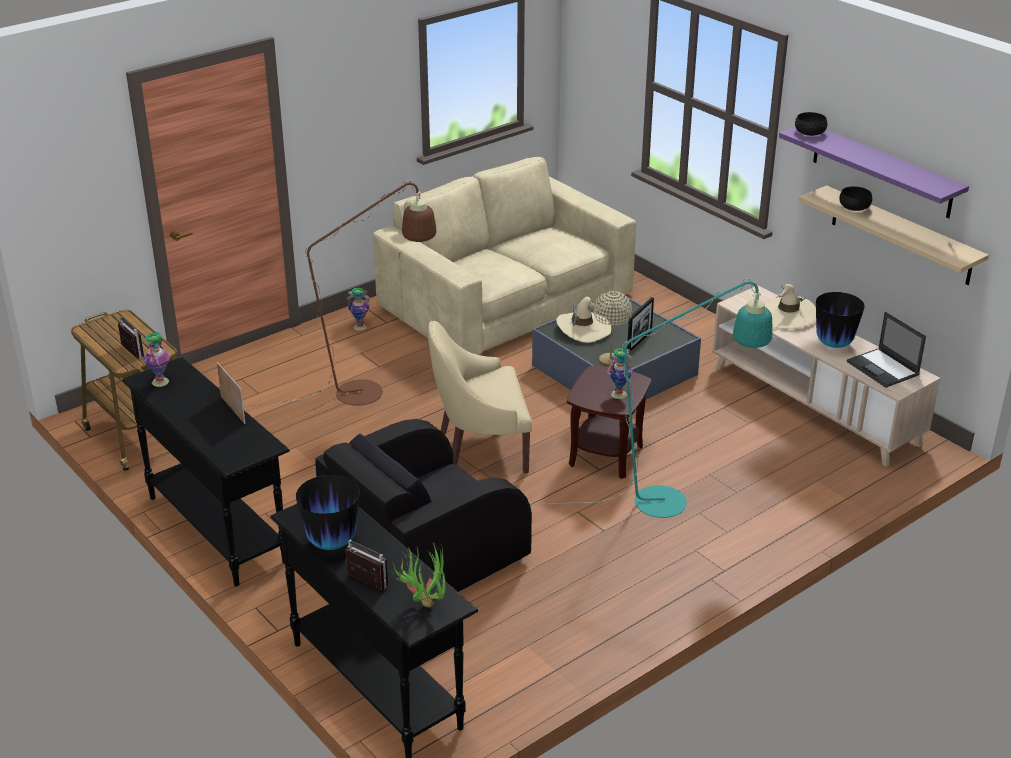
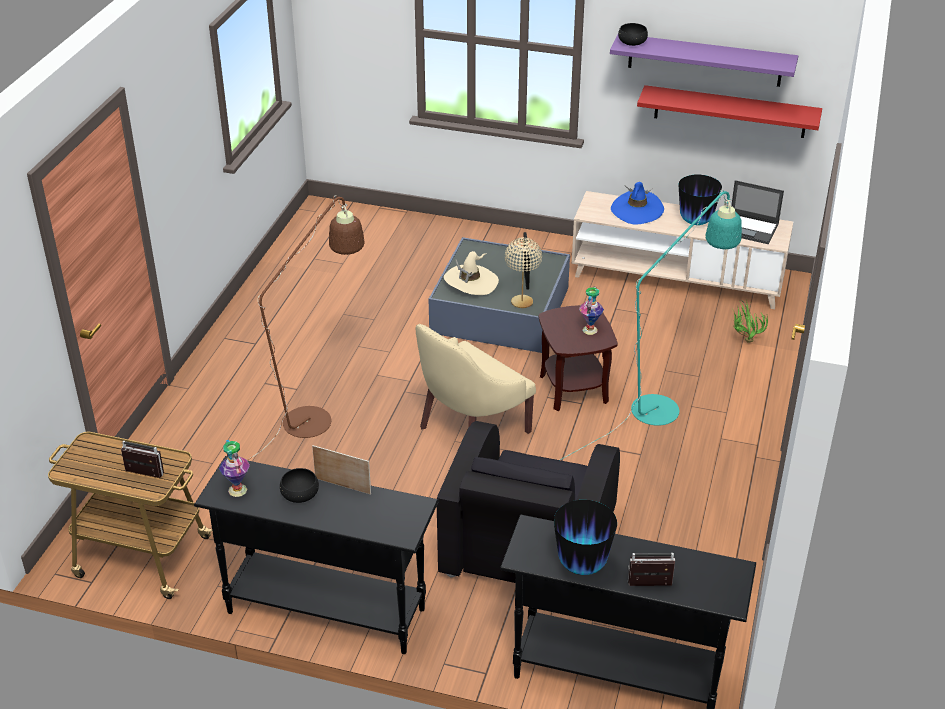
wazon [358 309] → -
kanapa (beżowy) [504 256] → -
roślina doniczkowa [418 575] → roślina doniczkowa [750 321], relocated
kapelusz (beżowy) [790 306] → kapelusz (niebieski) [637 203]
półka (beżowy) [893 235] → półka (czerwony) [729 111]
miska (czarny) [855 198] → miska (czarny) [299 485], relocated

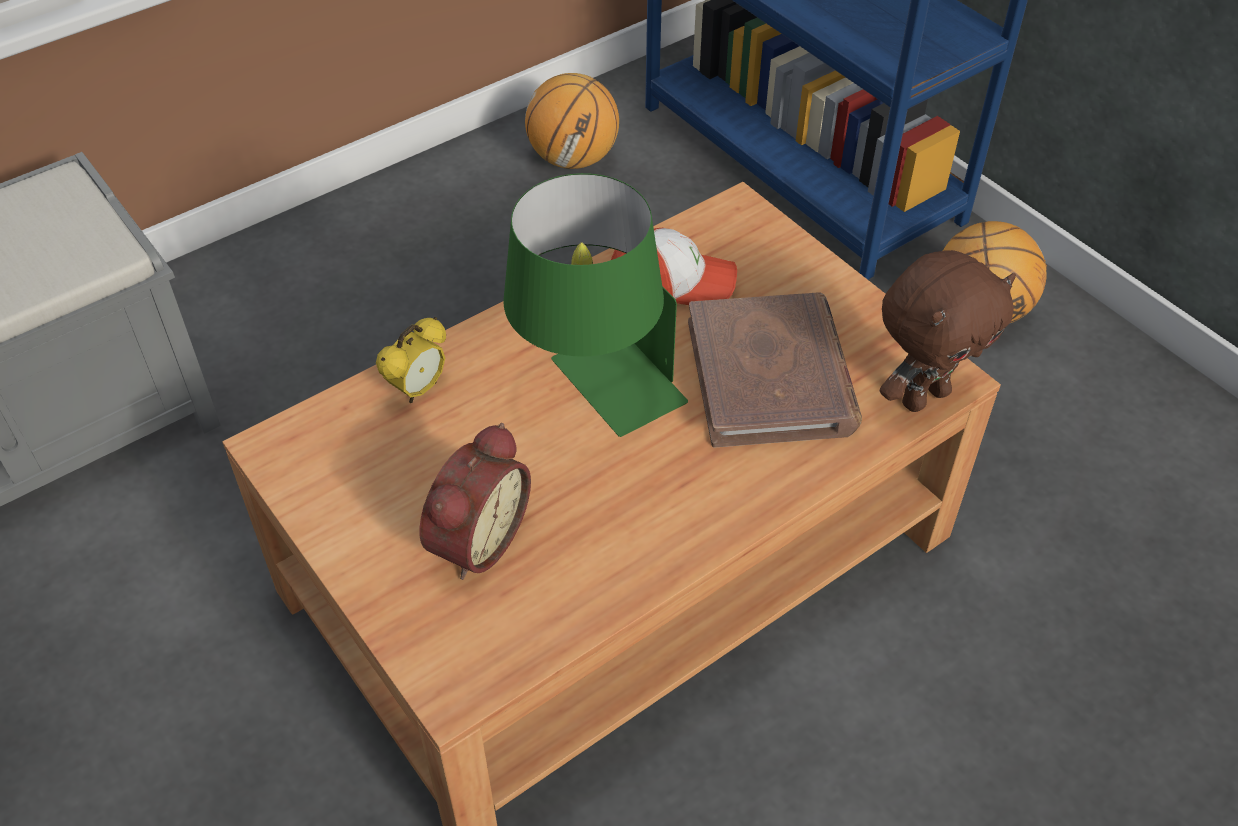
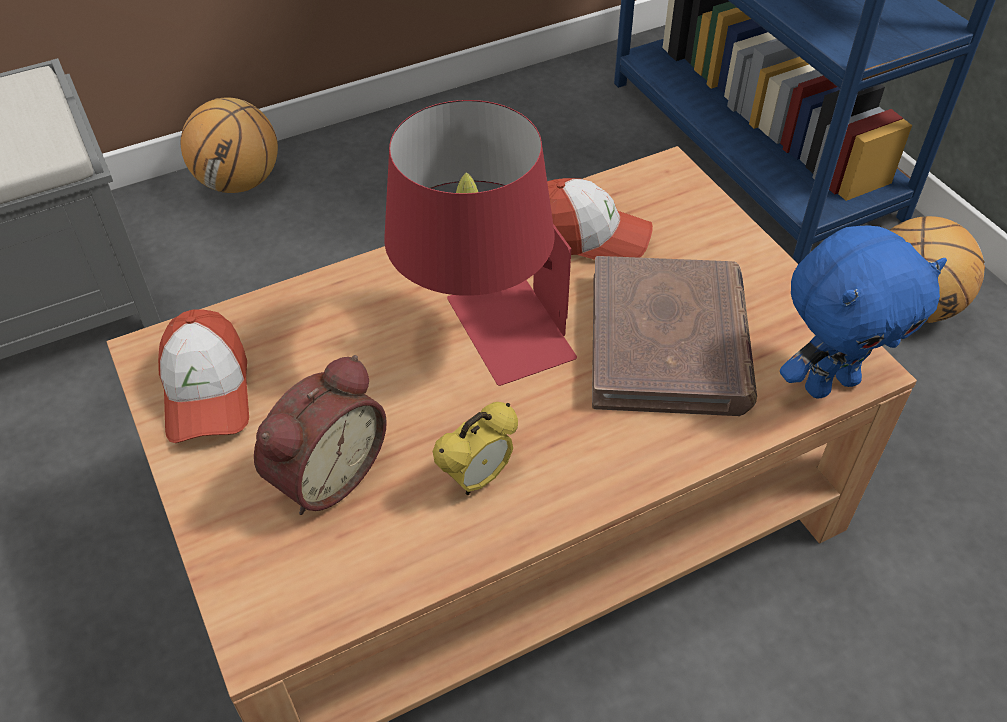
budzik [411 360] → budzik [475 448], relocated
lampa stołowa (zielony) [596 305] → lampa stołowa (czerwony) [480 243]
piłka do koszykówki [572 121] → piłka do koszykówki [229 145], relocated
pluszak (brązowy) [948 331] → pluszak (niebieski) [863 312]
- → czapka z daszkiem [203 376]

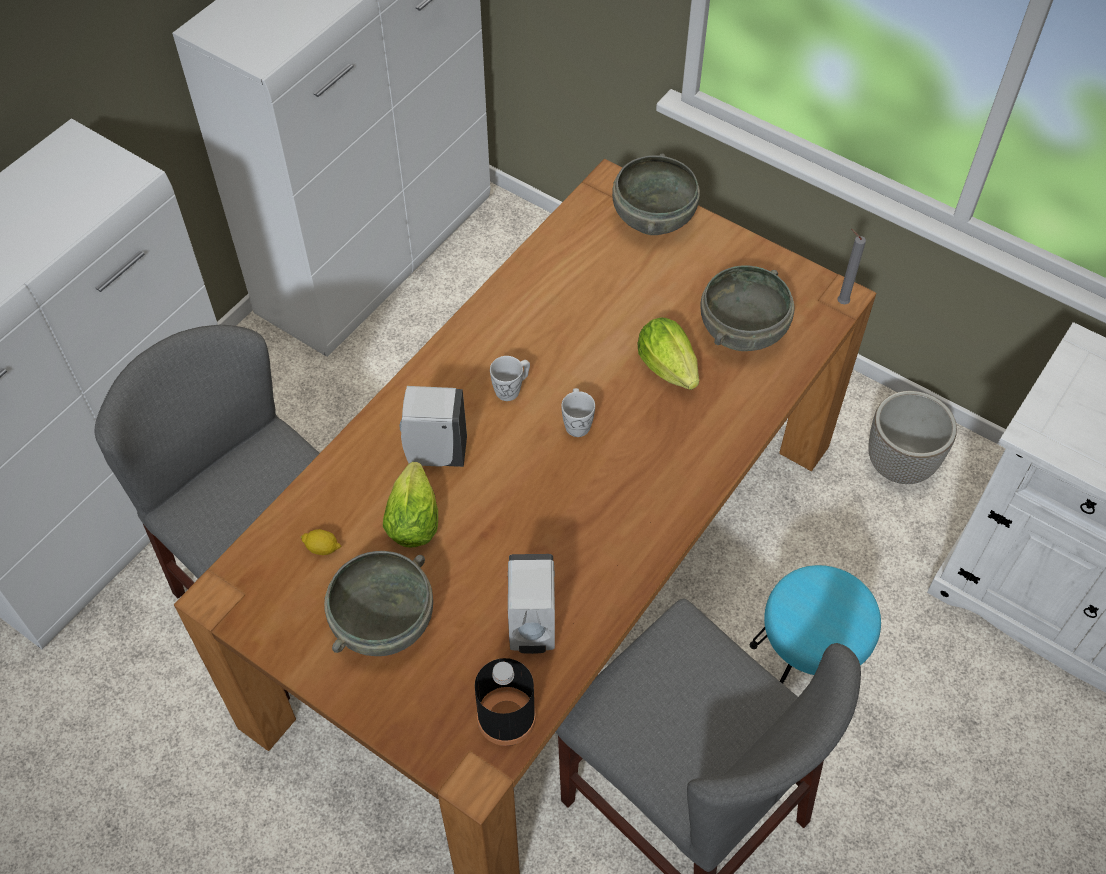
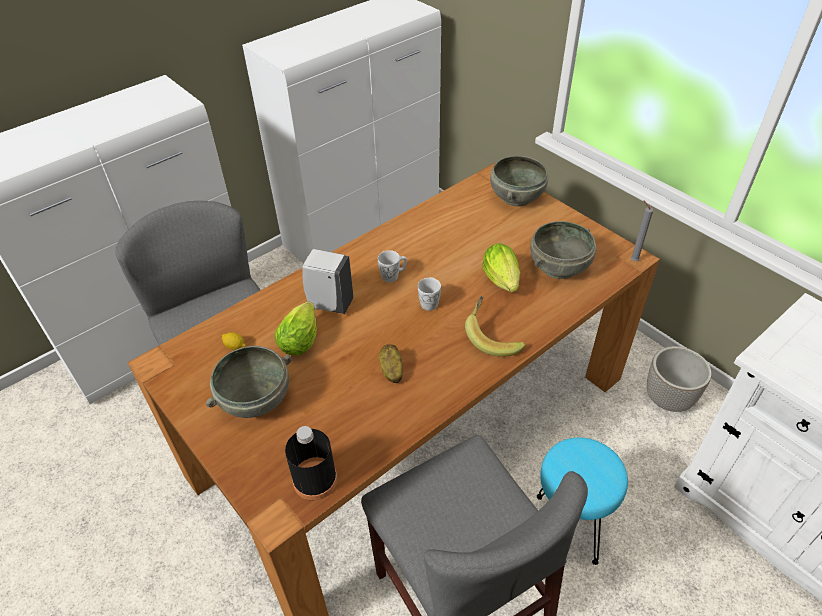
dozownik mydła (biały) [531 604] → -
- → ziemniak [391 363]
- → banan [495 326]

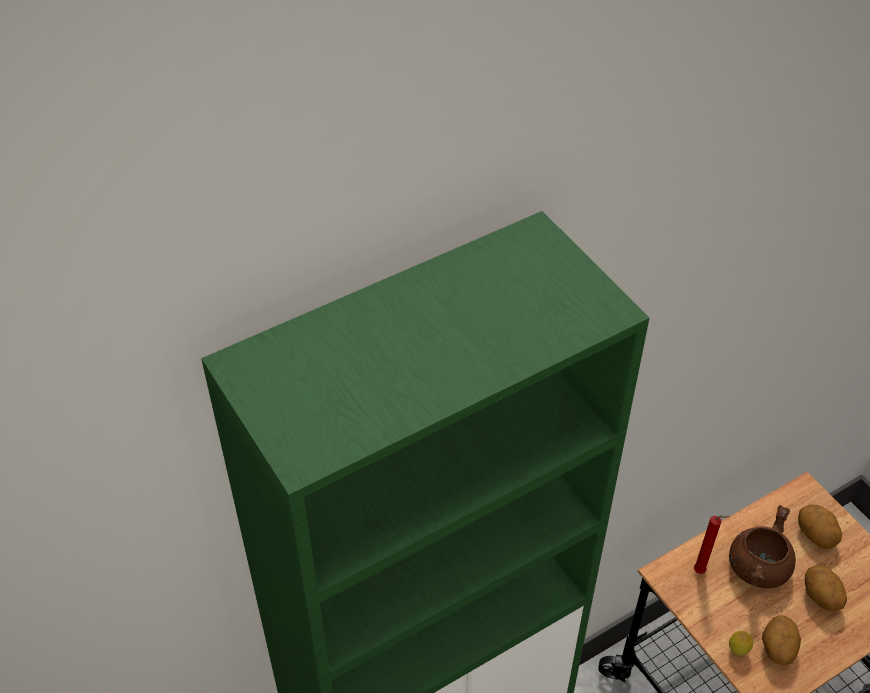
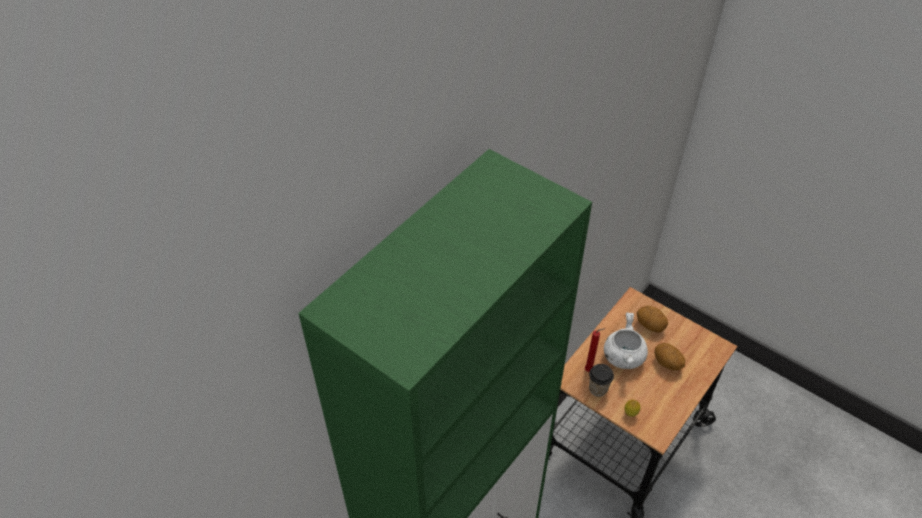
garnek (brązowy) [762 546] → garnek (biały) [626 340]
ziemniak [781 640] → -
- → filiżanka [601 380]

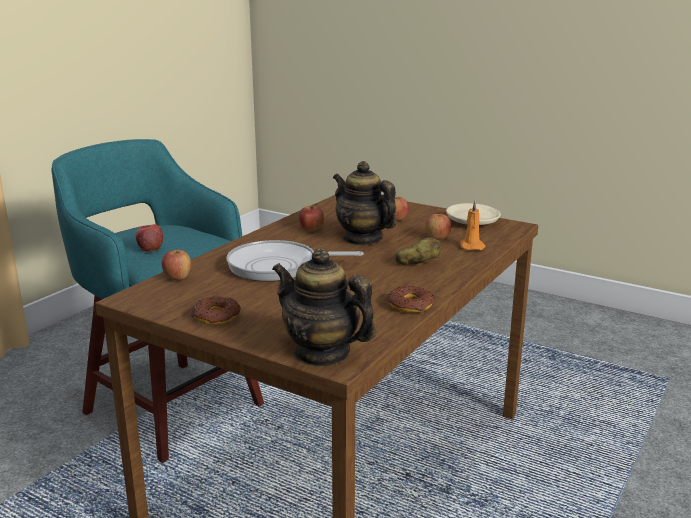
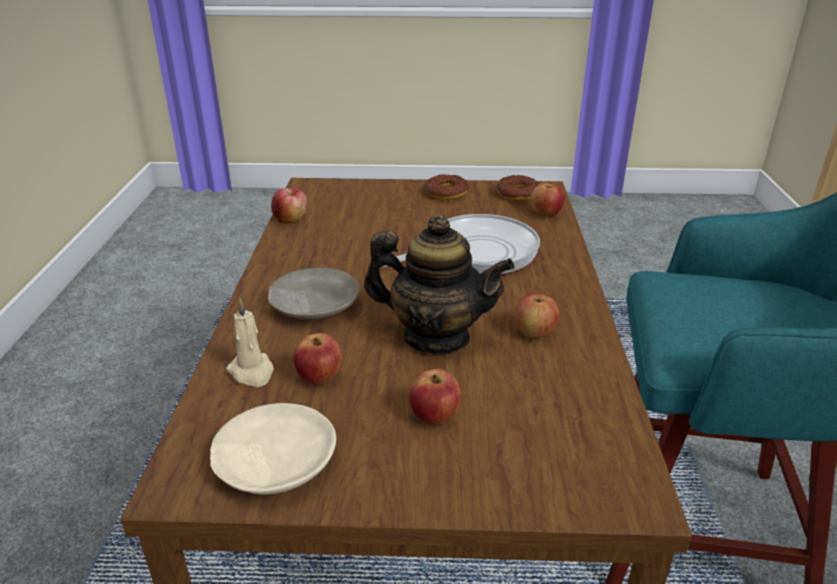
jabłko [149 238] → jabłko [289 205], relocated
imbryk [324 307] → -
donut [410 299] → donut [518 188], relocated
ziemniak [418 251] → talerz (beżowy) [314 294]
świeca (pomarańczowy) [473 225] → świeca (beżowy) [250 343]

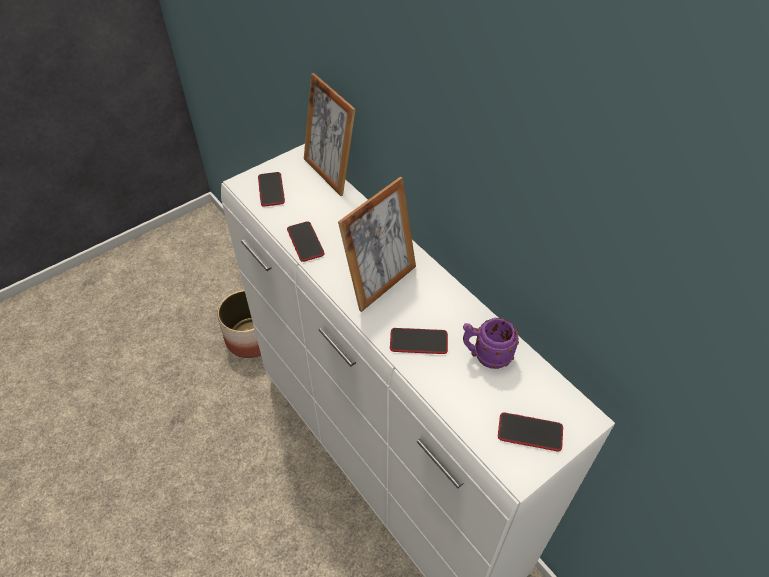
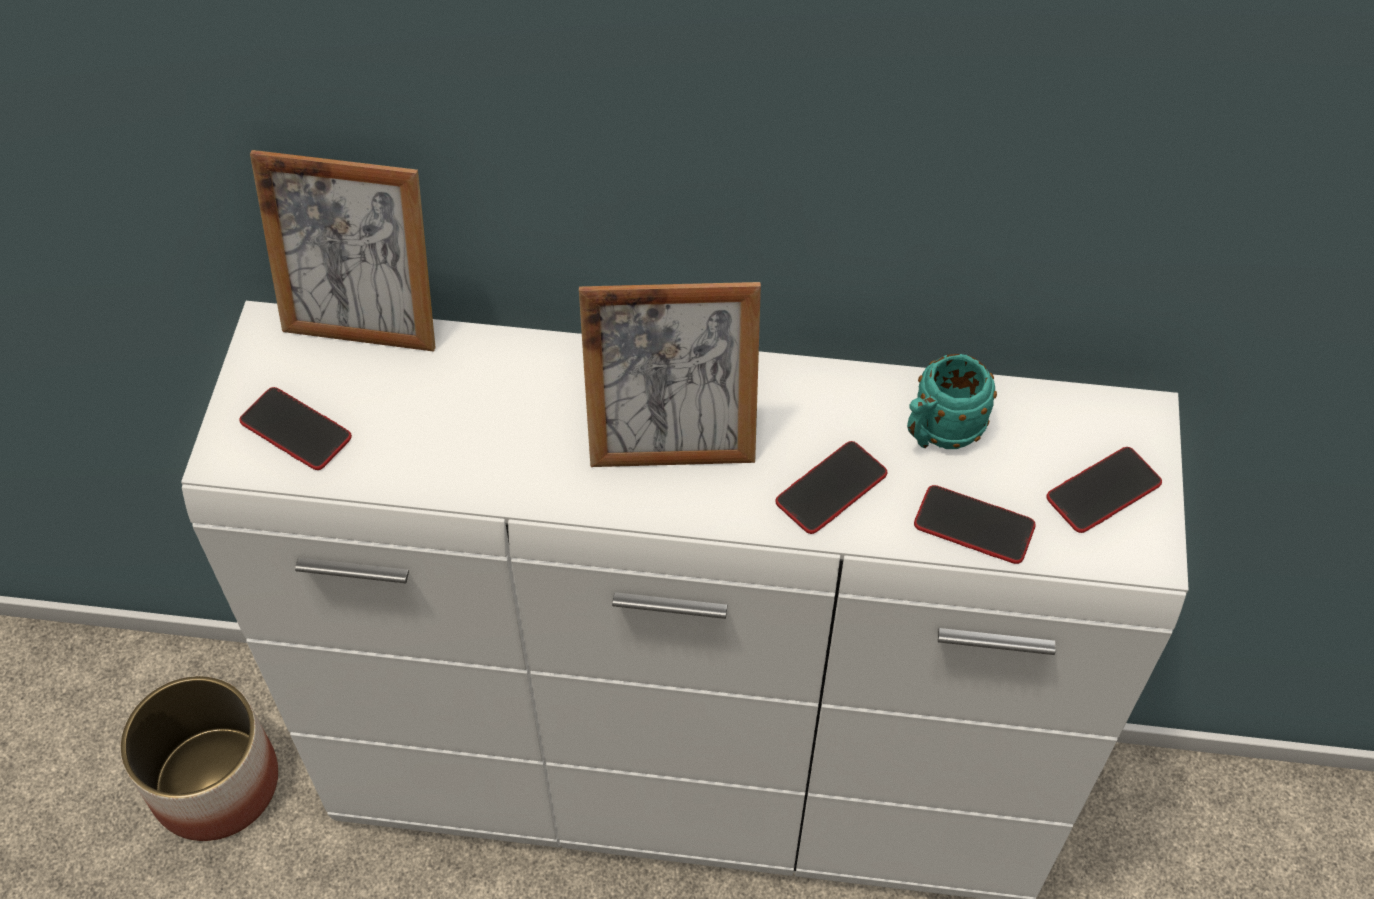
telefon [306 241] → telefon [975 524], relocated
ramka na zdjęcie [377 244] → ramka na zdjęcie [670 374], 90 degrees clockwise
kubek (fioletowy) [491 343] → kubek (turkusowy) [952 401]

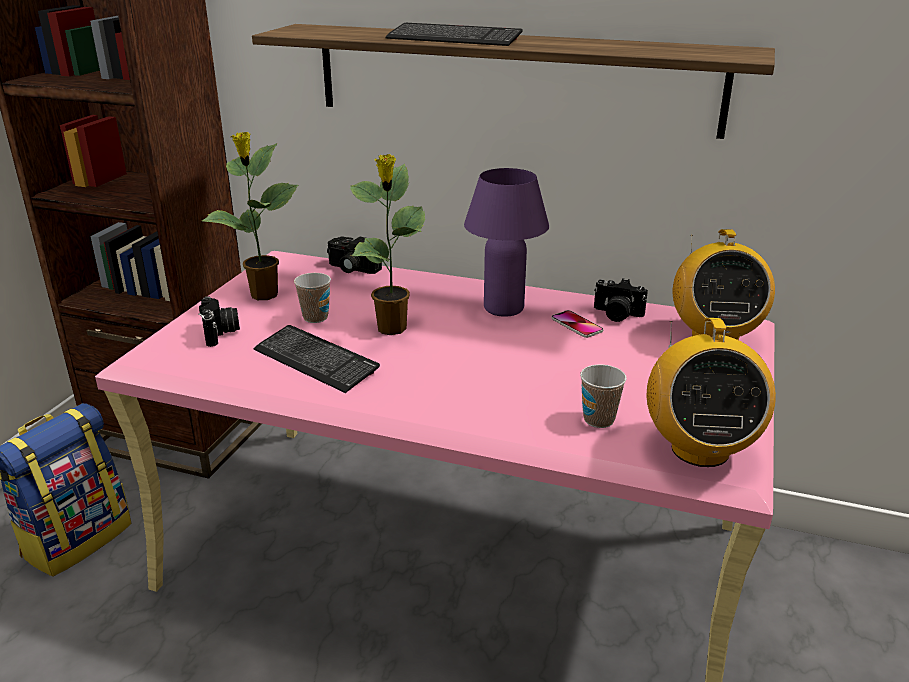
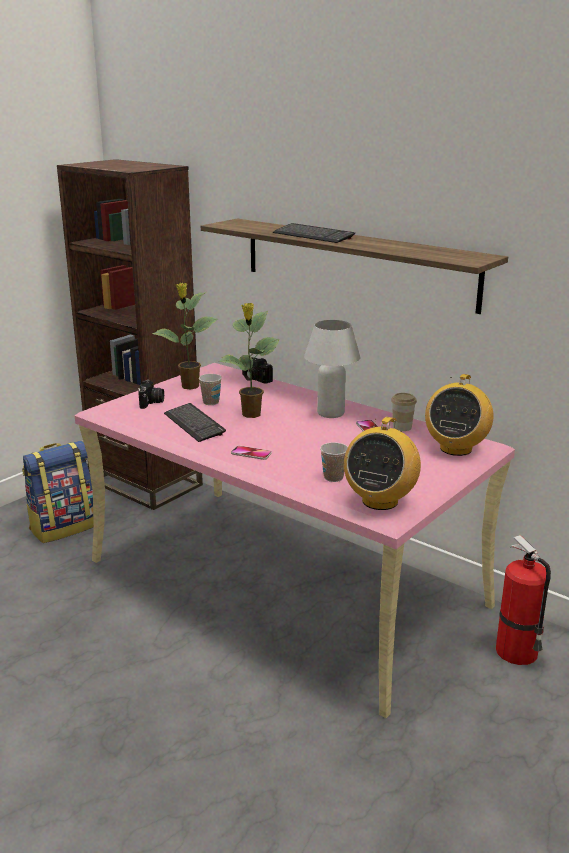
lampa stołowa (fioletowy) [506 242] → lampa stołowa (biały) [332 369]
aparat fotograficzny [621 300] → filiżanka [404 412]
- → telefon [251 453]
- → gaśnica [523 600]

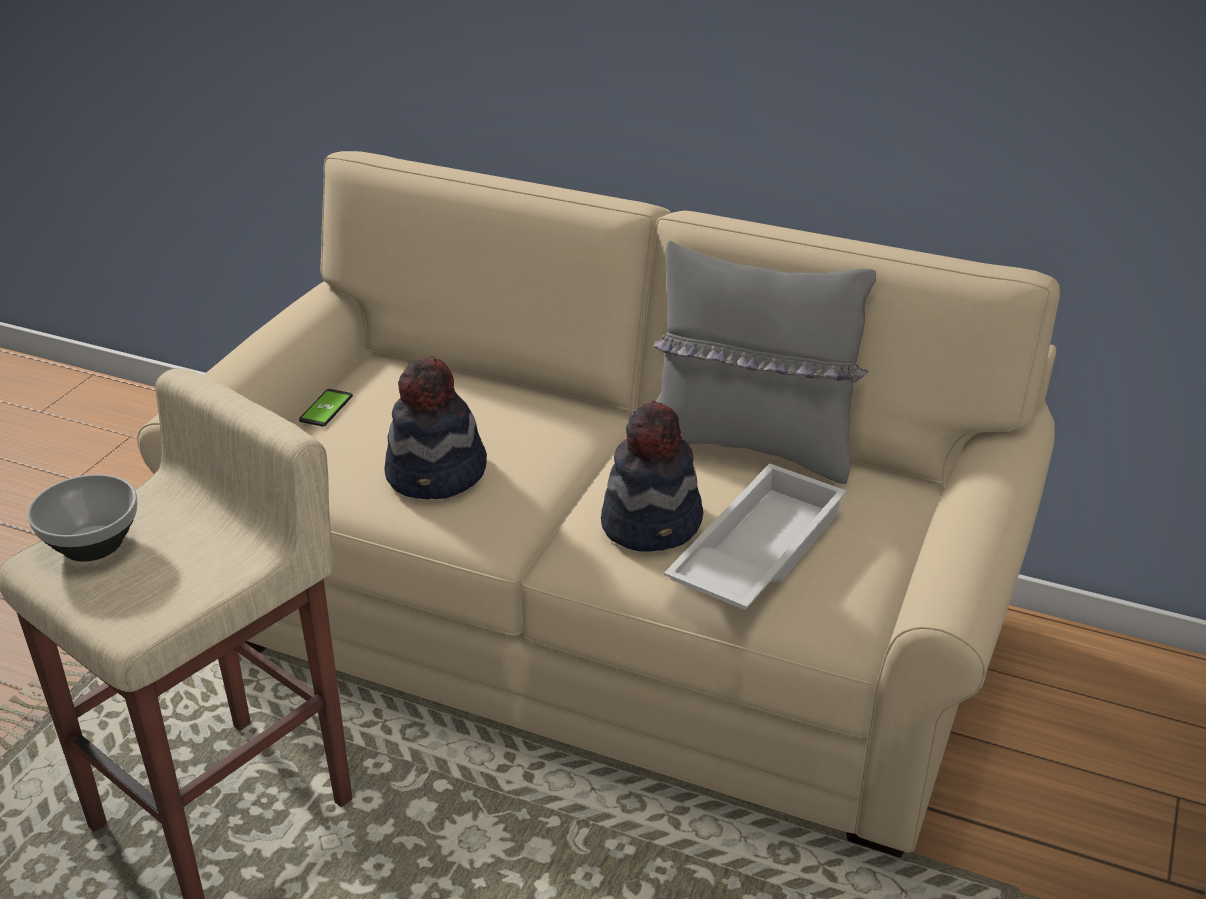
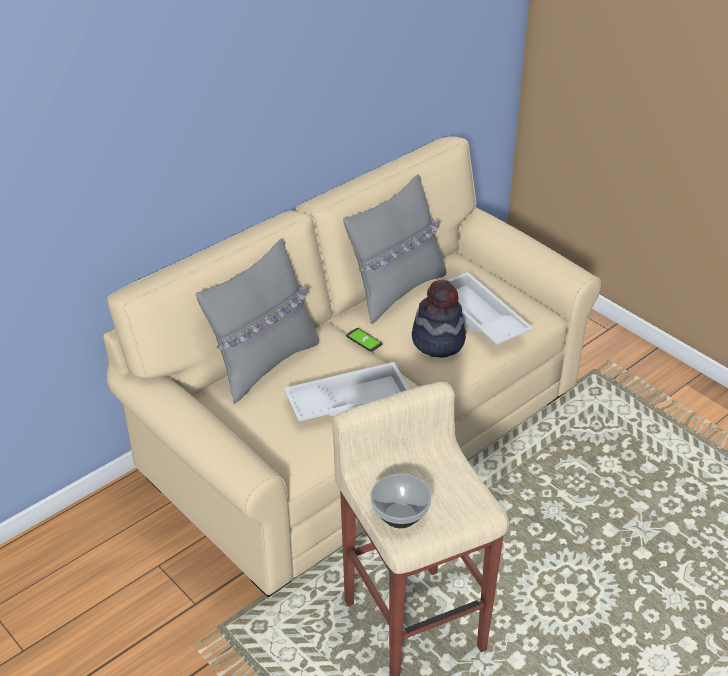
telefon [326 407] → telefon [364 340], relocated
kapelusz [435 427] → taca (biały) [347 391]
- → poduszka (szary) [257 321]

